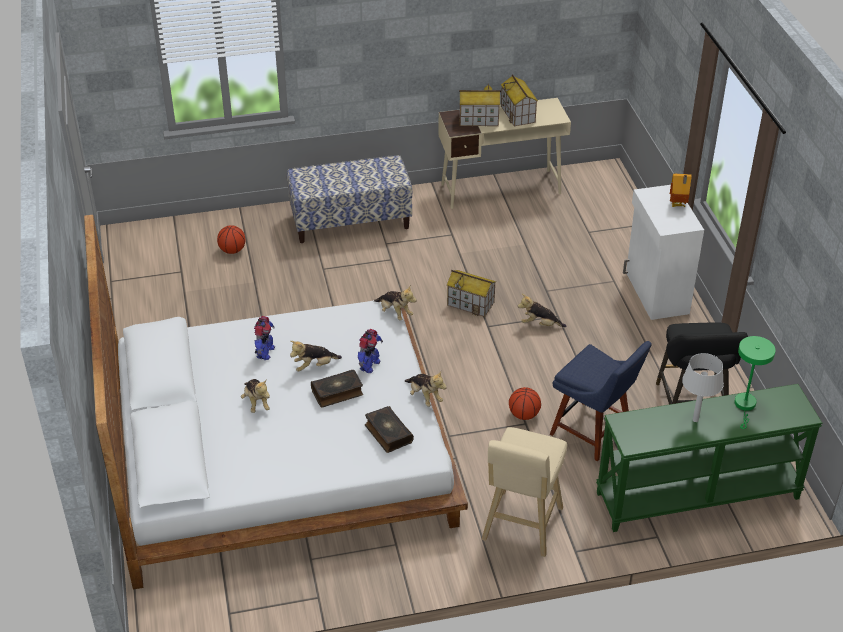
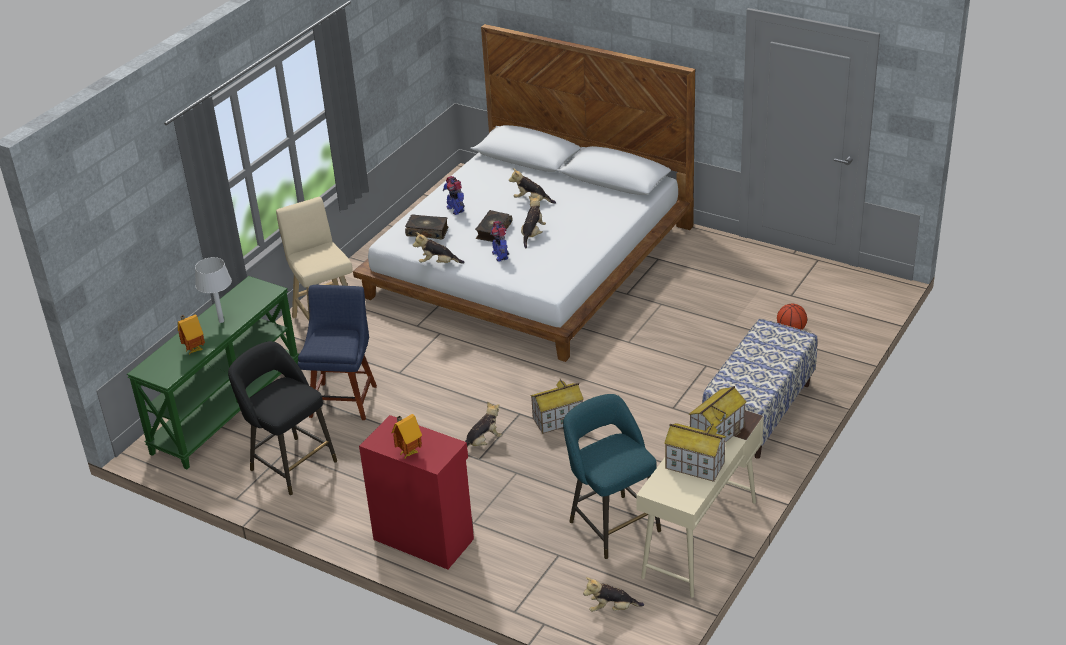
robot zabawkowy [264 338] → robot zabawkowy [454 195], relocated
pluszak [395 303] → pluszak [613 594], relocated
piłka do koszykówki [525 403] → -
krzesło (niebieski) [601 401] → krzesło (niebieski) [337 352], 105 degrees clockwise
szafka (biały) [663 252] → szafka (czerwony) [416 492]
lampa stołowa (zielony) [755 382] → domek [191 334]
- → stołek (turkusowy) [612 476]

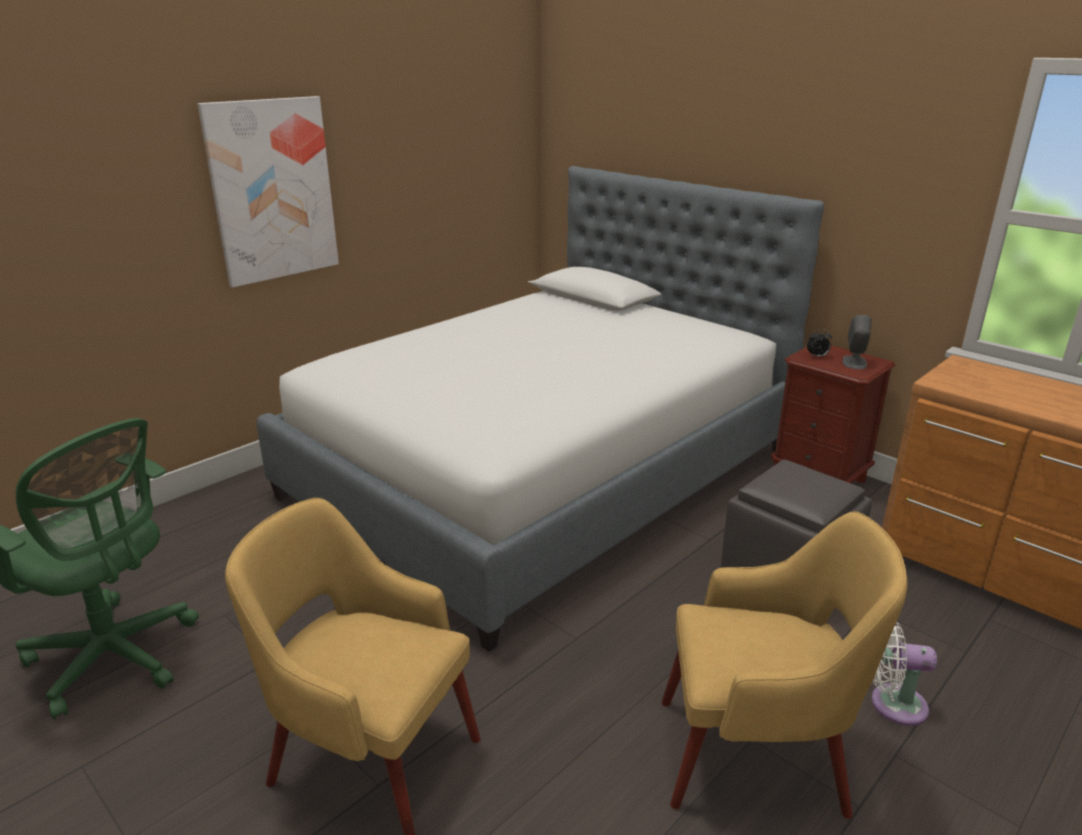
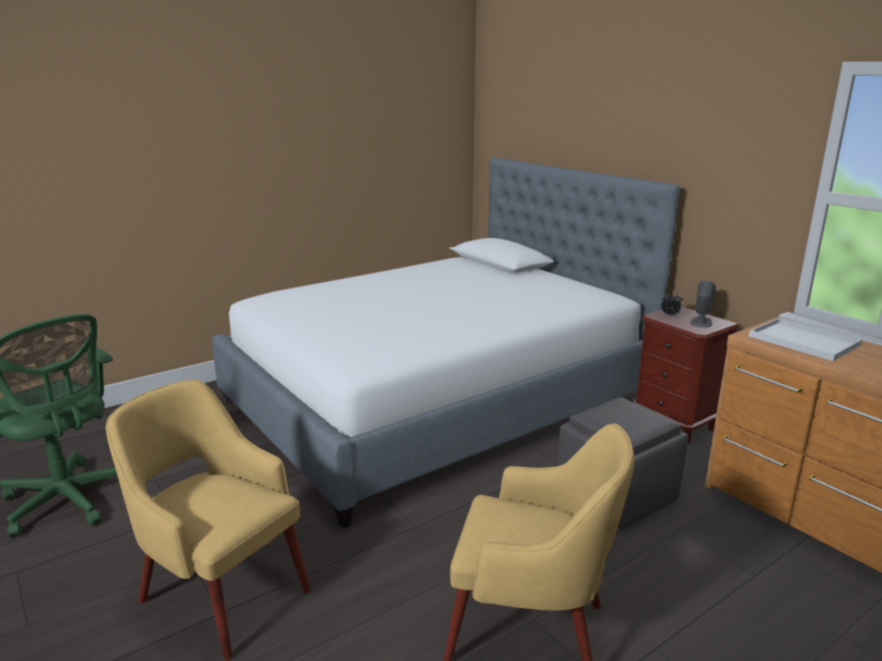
obraz [268 192] → -
wentylator (biały) [904 674] → -
- → taca (biały) [805 339]

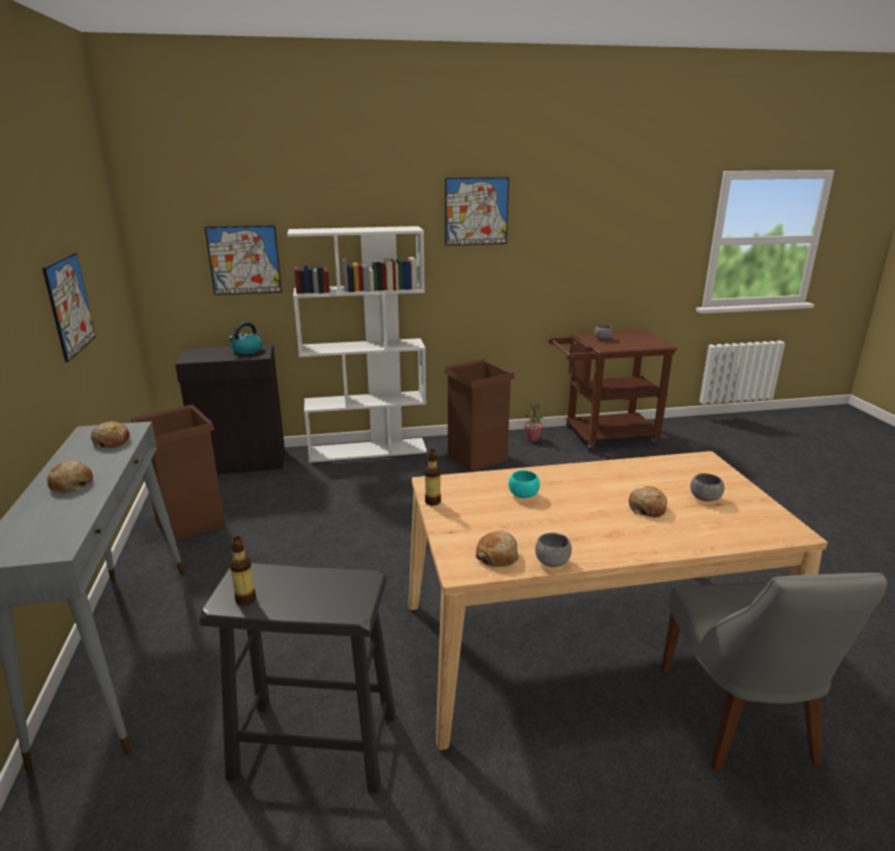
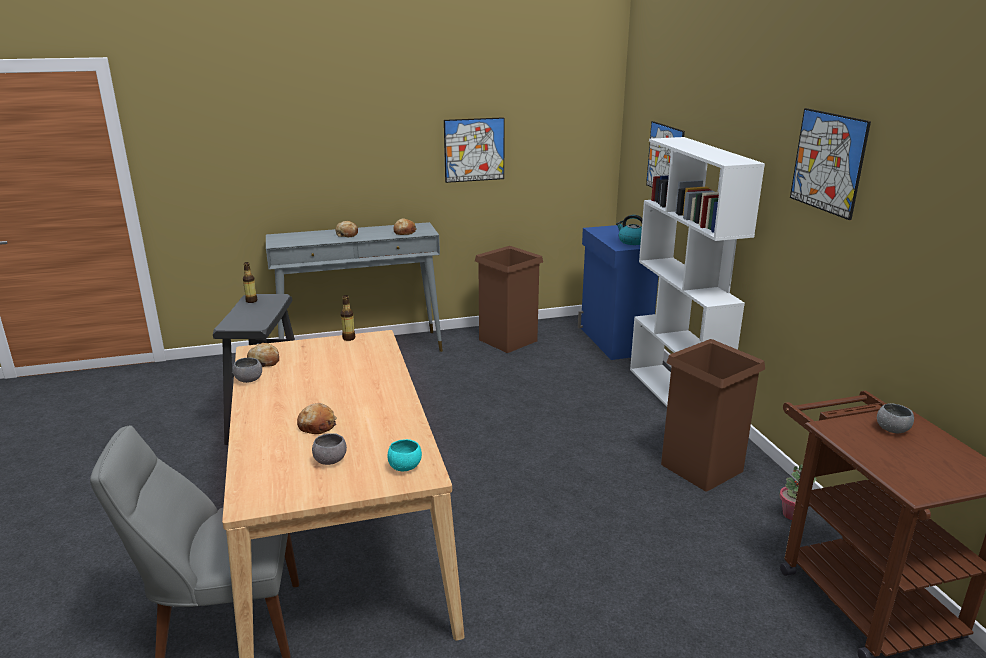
szafka (czarny) [230 409] → szafka (niebieski) [618 292]
miska (turkusowy) [524 484] → miska (turkusowy) [404 455], relocated

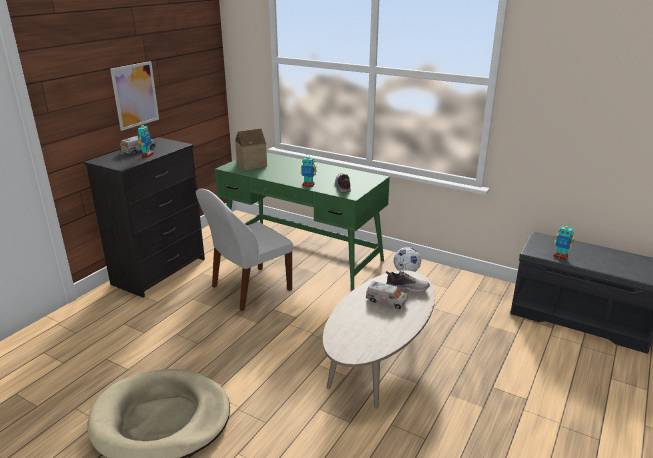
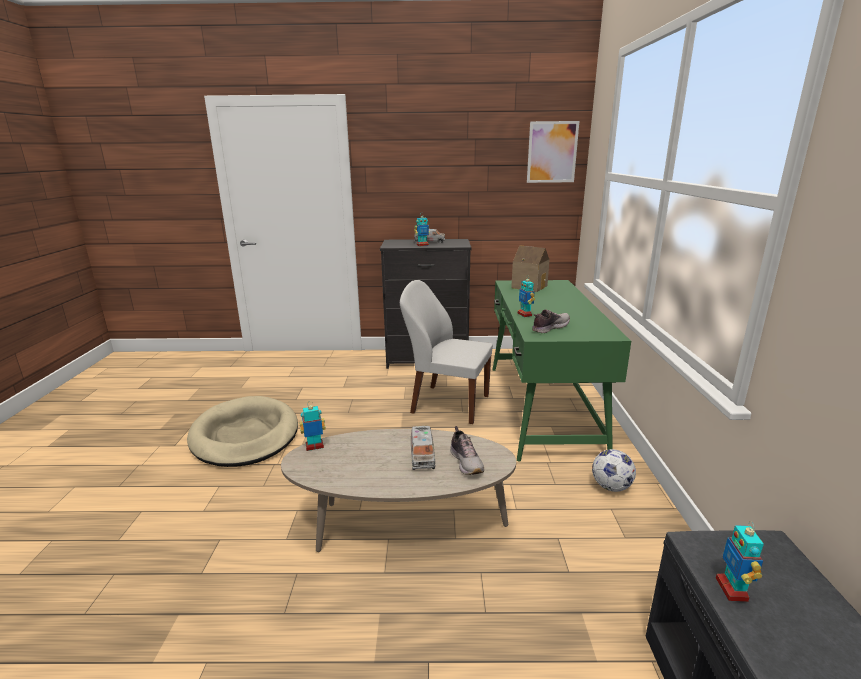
obraz [134 96] → obraz [553 152], relocated
- → robot zabawkowy [312 426]

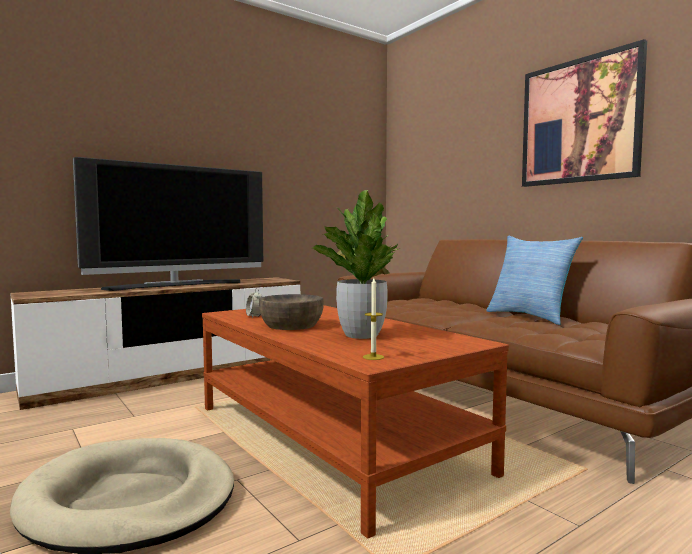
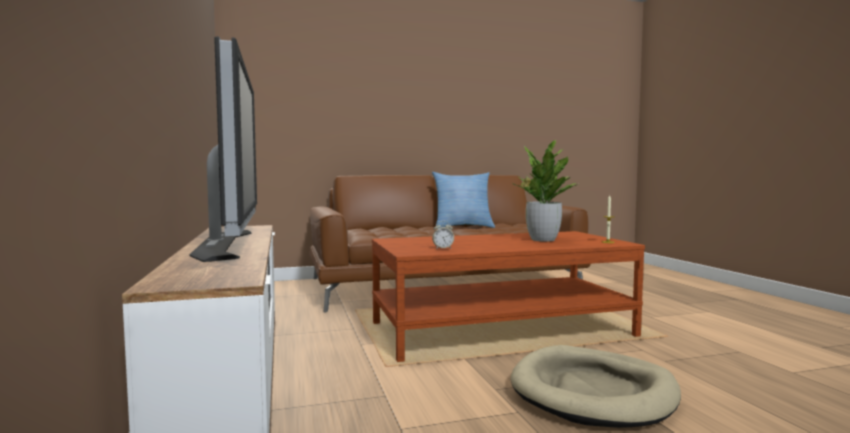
miska (brązowy) [291 312] → -
obraz [584 113] → -

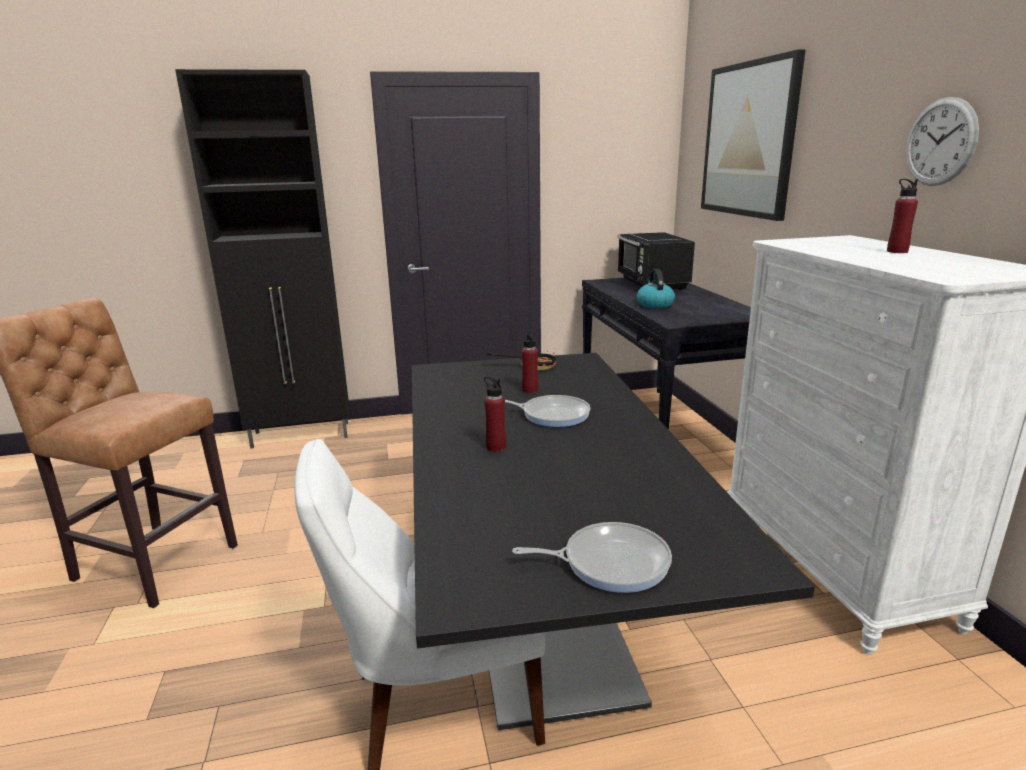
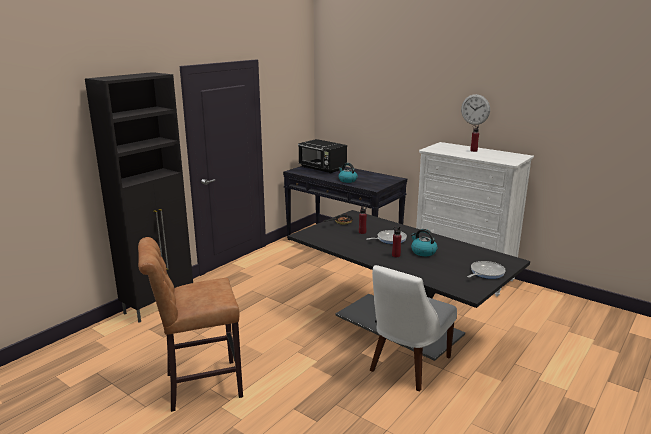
obraz [753 135] → -
- → czajnik [424 242]

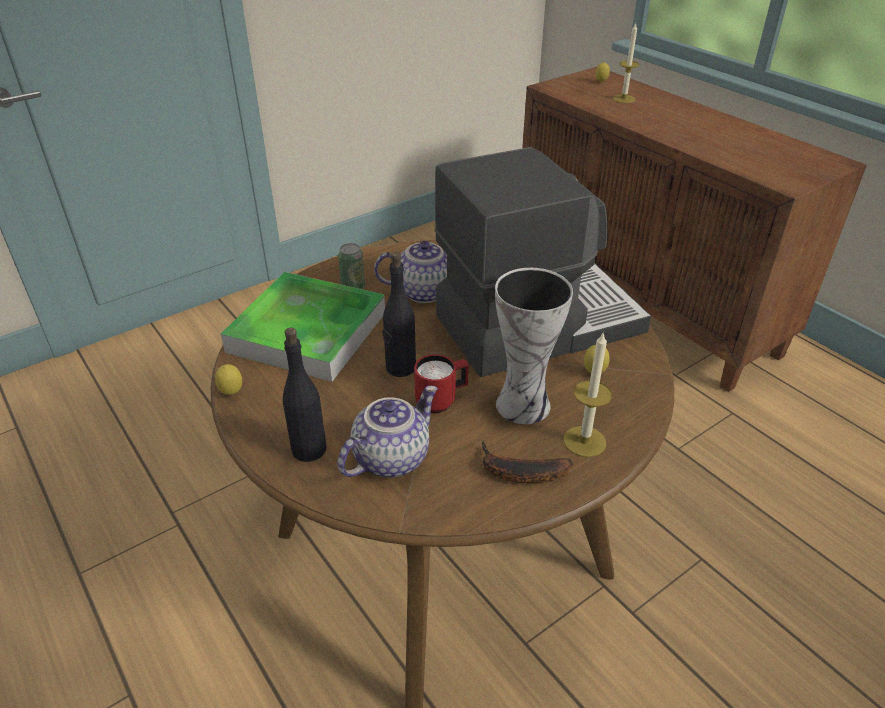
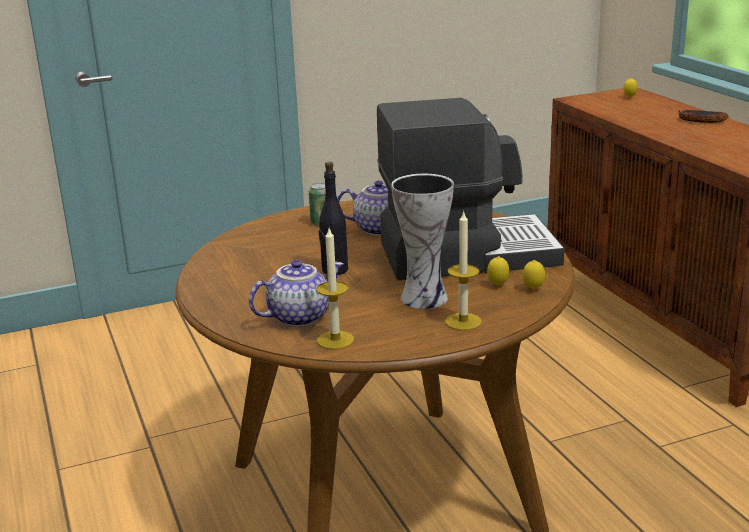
cytryna [228 379] → cytryna [534 275], relocated
taca [303 327] → -
butelka (czarny) [304 395] → -
kubek (czerwony) [441 383] → -
banan [527 461] → banan [703 116], relocated
świeca [626 63] → świeca [335 288], relocated

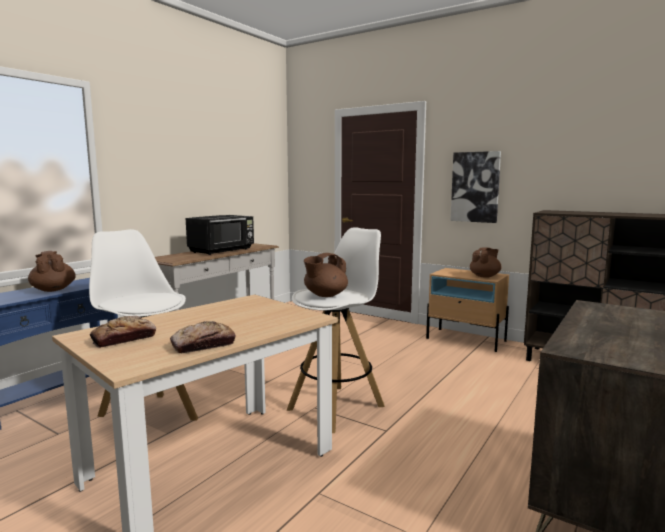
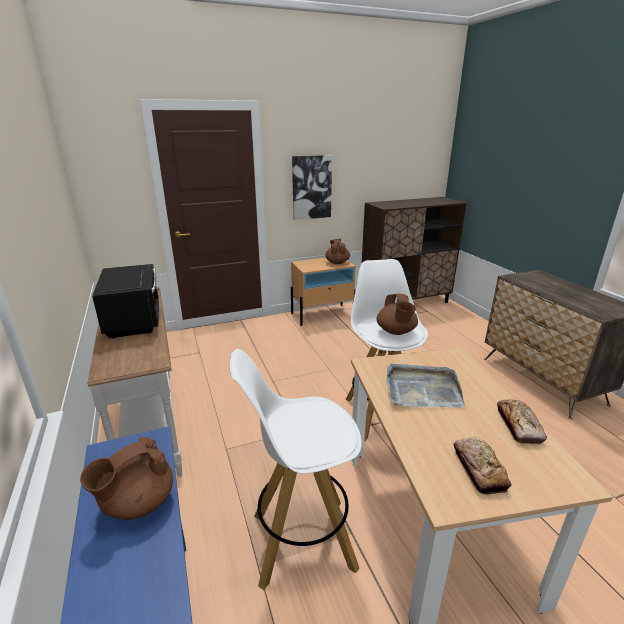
imbryk (brązowy) [52 271] → imbryk (brązowy) [126 478], 45 degrees counterclockwise
- → taca (szary) [426 385]

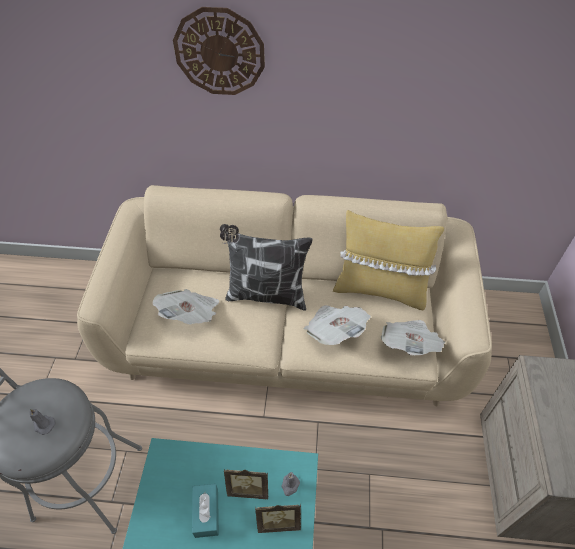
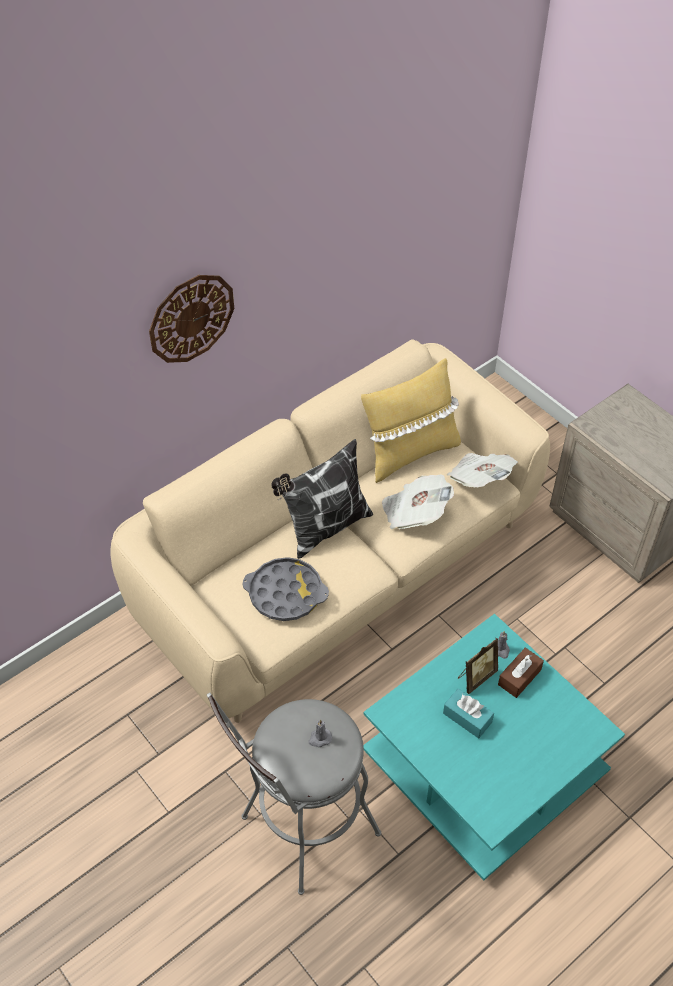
gazeta [185 307] → taca (szary) [286 589]
ramka na zdjęcie [278 518] → pudełko chusteczek (brązowy) [521 673]

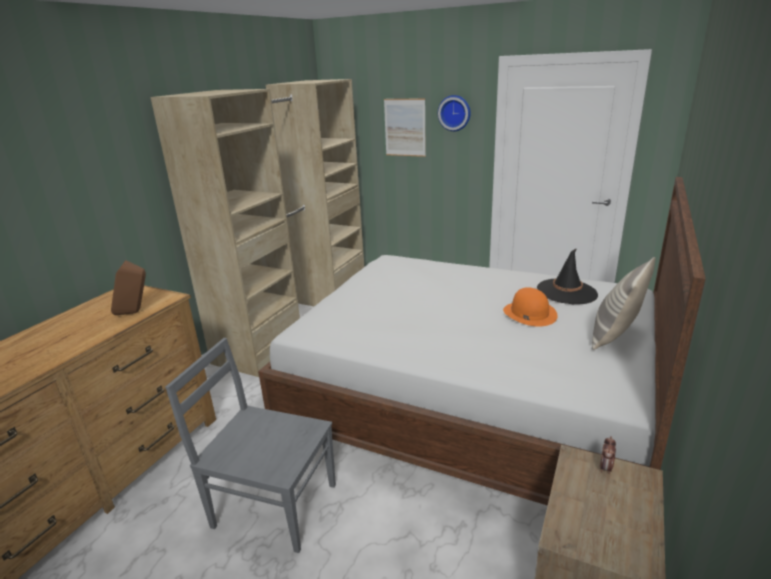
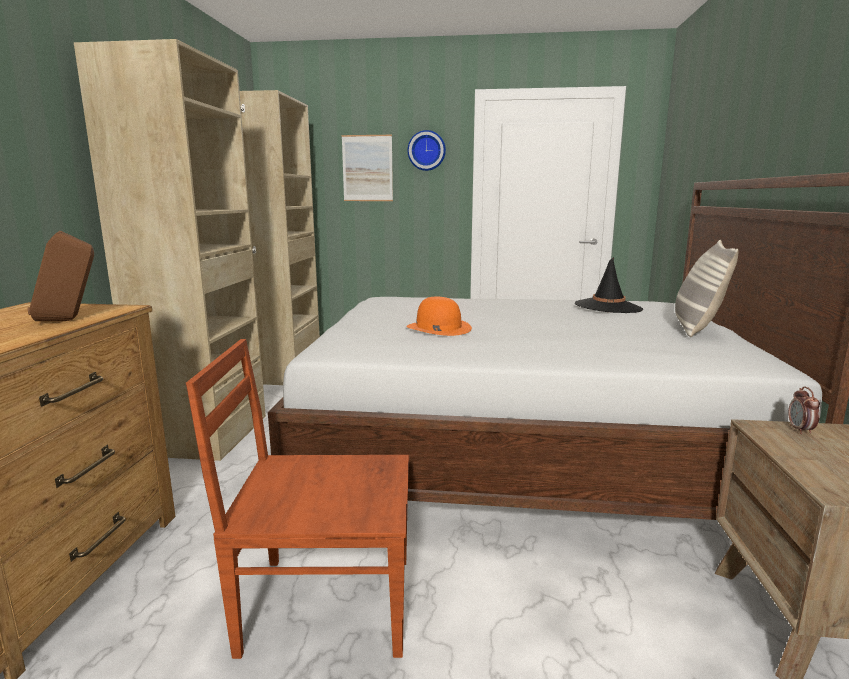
krzesło (szary) [250 445] → krzesło (brązowy) [297 499]
kapelusz (pomarańczowy) [530 307] → kapelusz (pomarańczowy) [439 316], relocated

